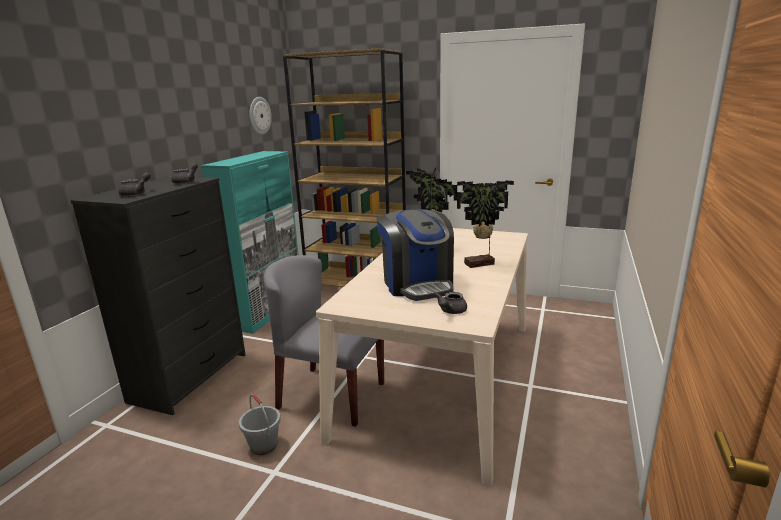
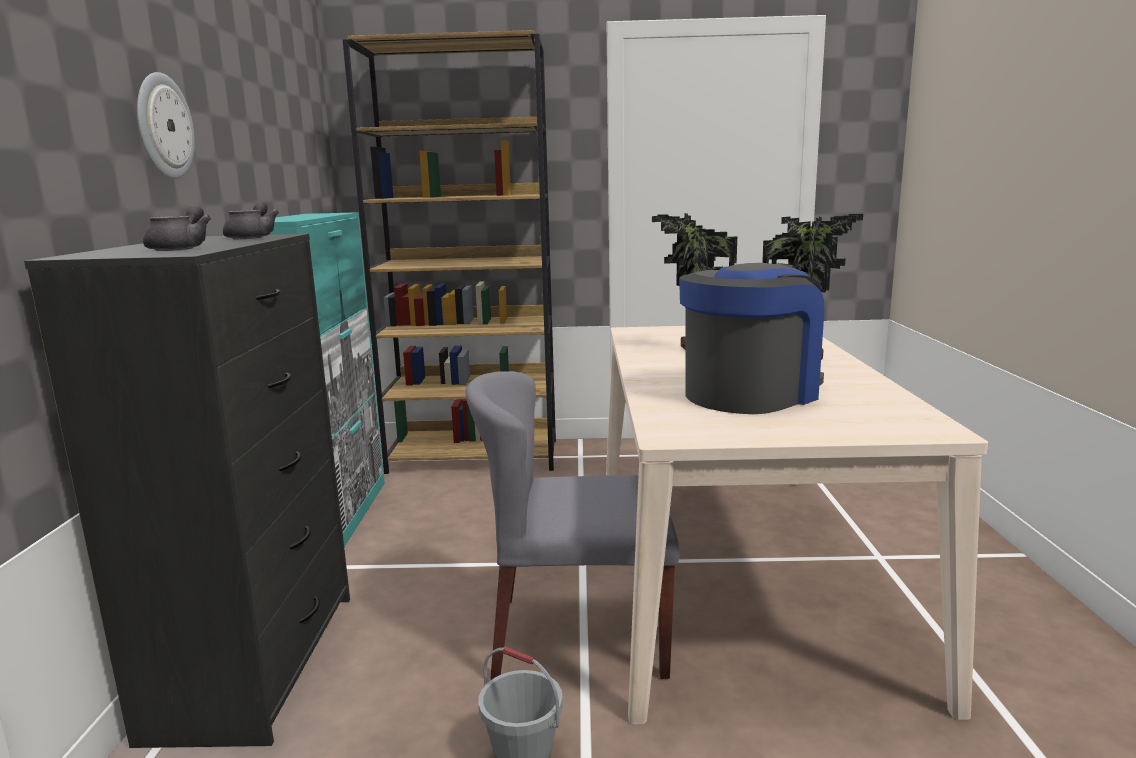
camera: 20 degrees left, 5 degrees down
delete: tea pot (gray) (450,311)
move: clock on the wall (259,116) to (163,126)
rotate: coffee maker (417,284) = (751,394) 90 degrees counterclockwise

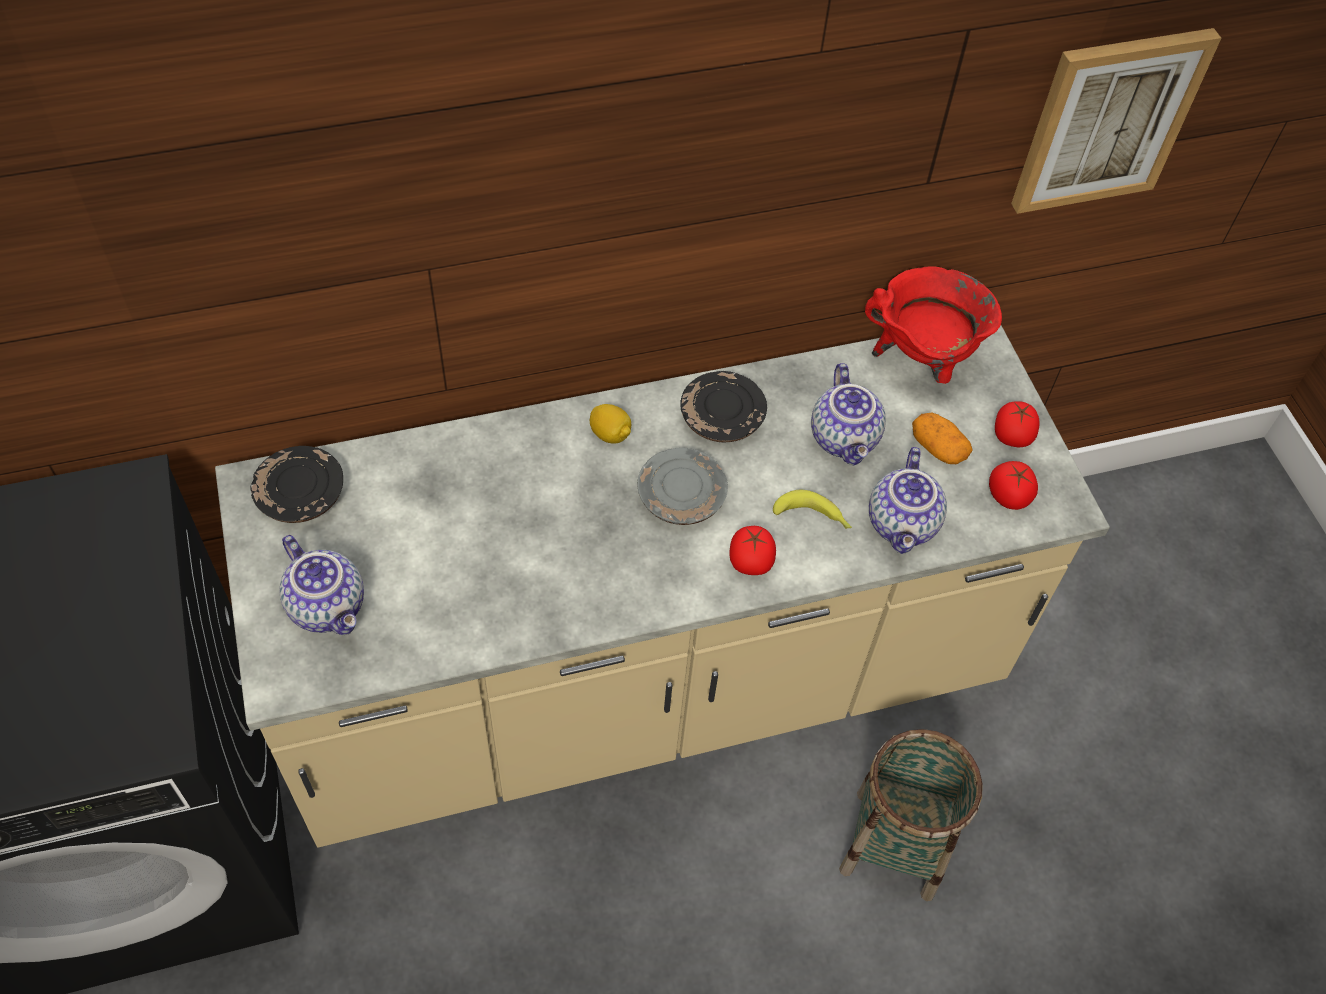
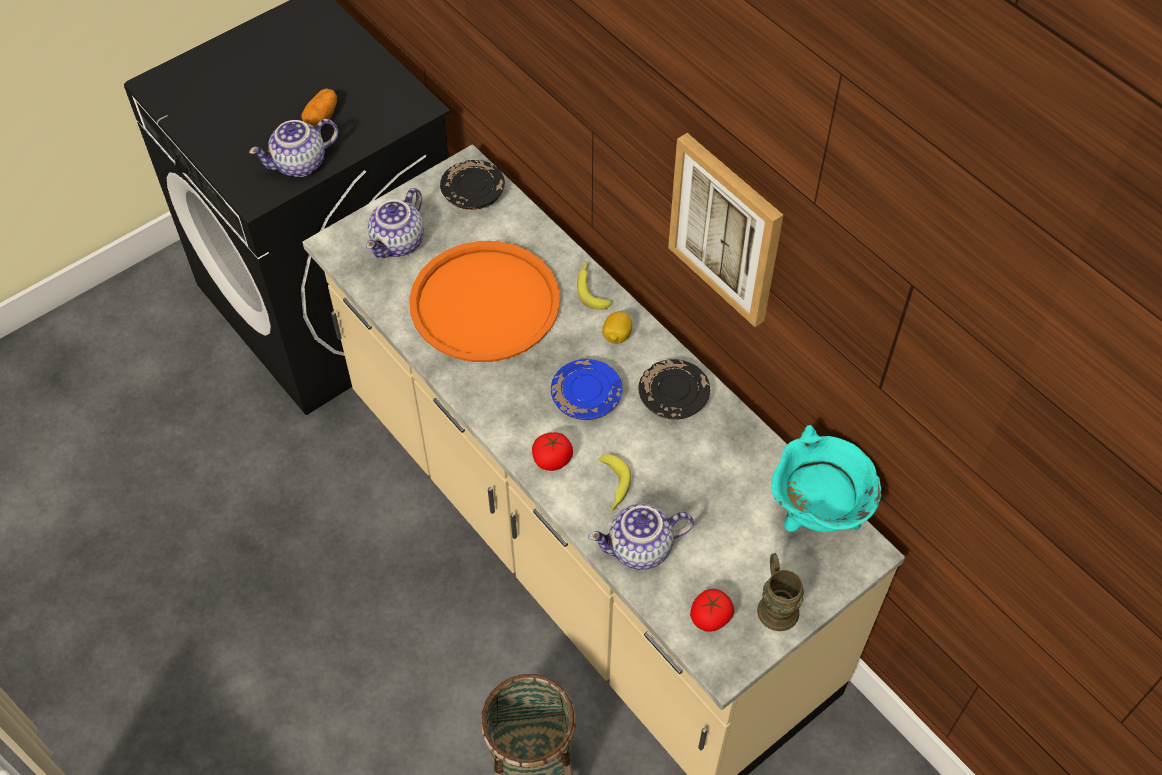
camera: 70 degrees right, 0 degrees up
insert: carrying tray (orange) (485,302); whole banana (591,288)
move: tea pot (846,438) to (300,165); potato (937,448) to (322,116); wall art (1107,120) to (726,229)
replace: fresh tomato (1012,436) to tea mug (brown) (775,604)
recolor: dinner plate (gray) (681,496) to dinner plate (blue-coloured) (586,398); saucepot (reddish) (922,360) to saucepot (turquoise) (816,515)

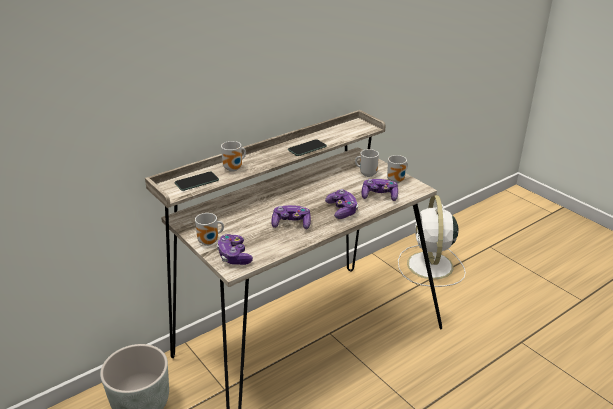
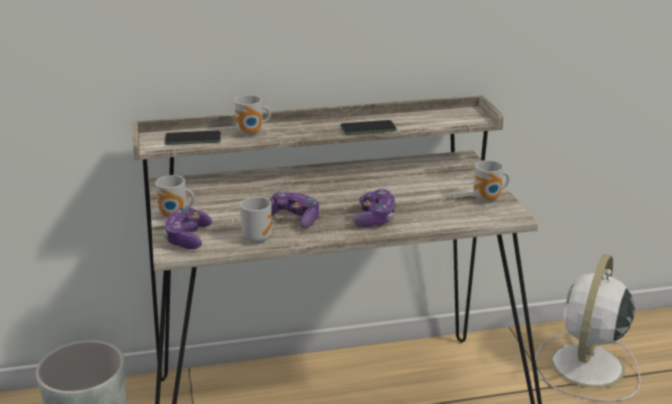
camera: 25 degrees right, 5 degrees down
delete: joypad (379,196)
move: tea mug (367,174) to (257,238)

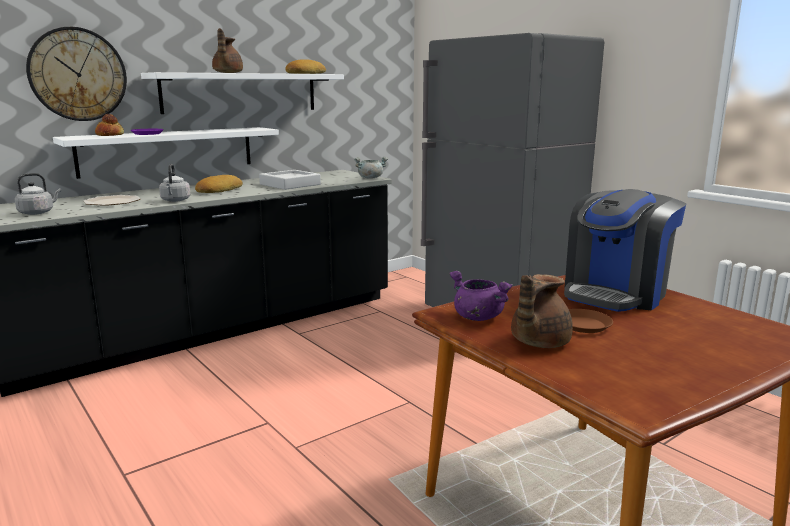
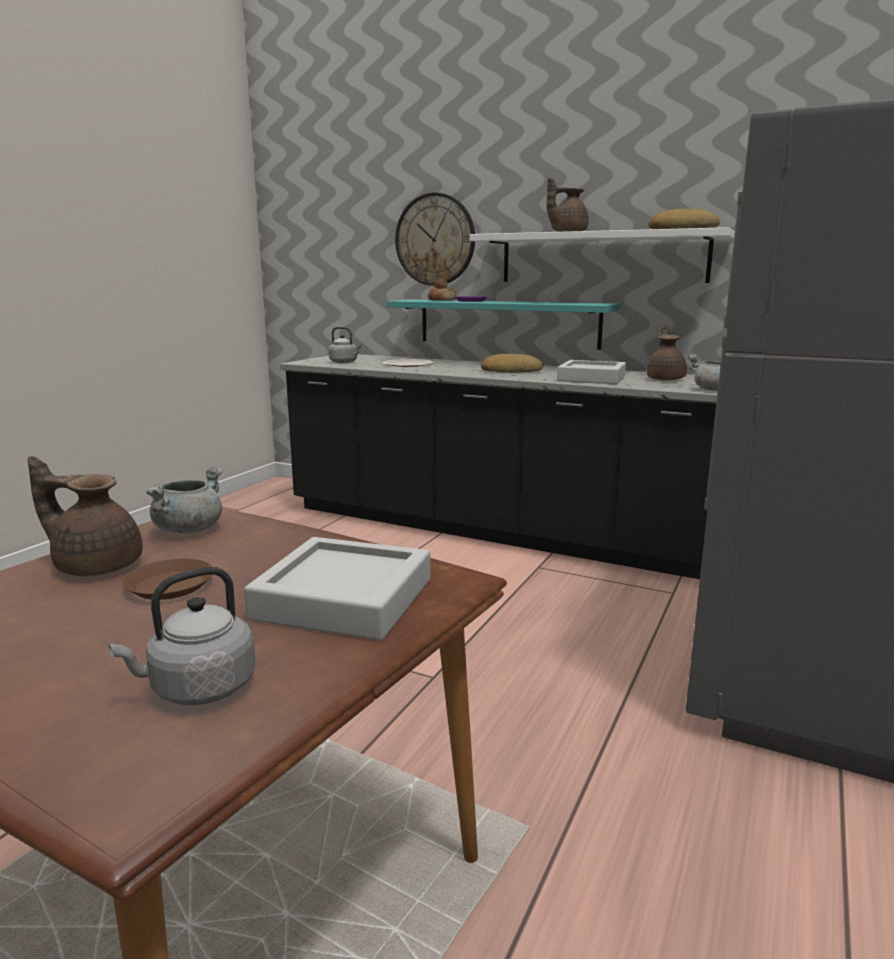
camera: 65 degrees right, 0 degrees up
insert: tea pot (brown) (665,379)
move: kettle (gray) (175,200) to (198,689)
replace: coffee maker (616,293) to carrying tray (gray) (344,599)
recolor: shelf (white) (168,151) to shelf (turquoise) (507,323); saucepot (purple-coloured) (477,317) to saucepot (gray) (188,529)

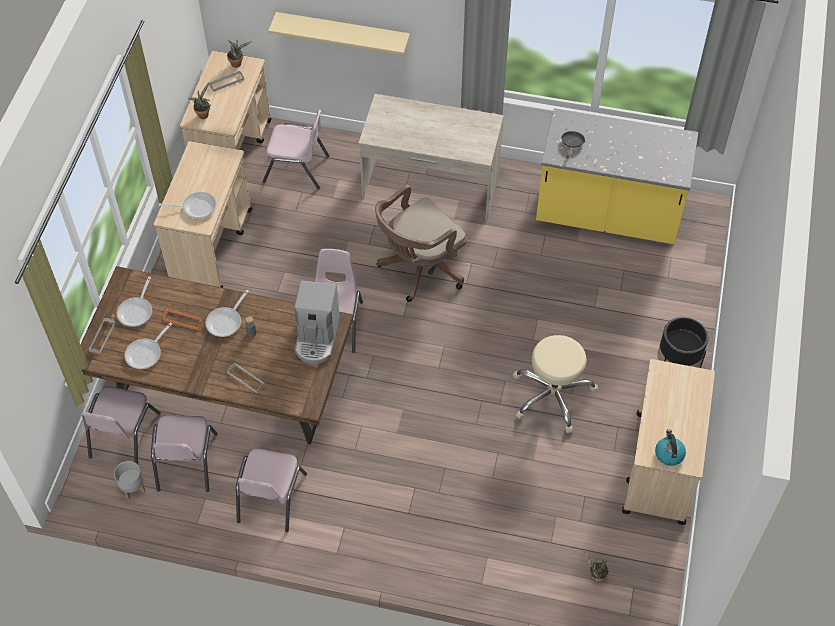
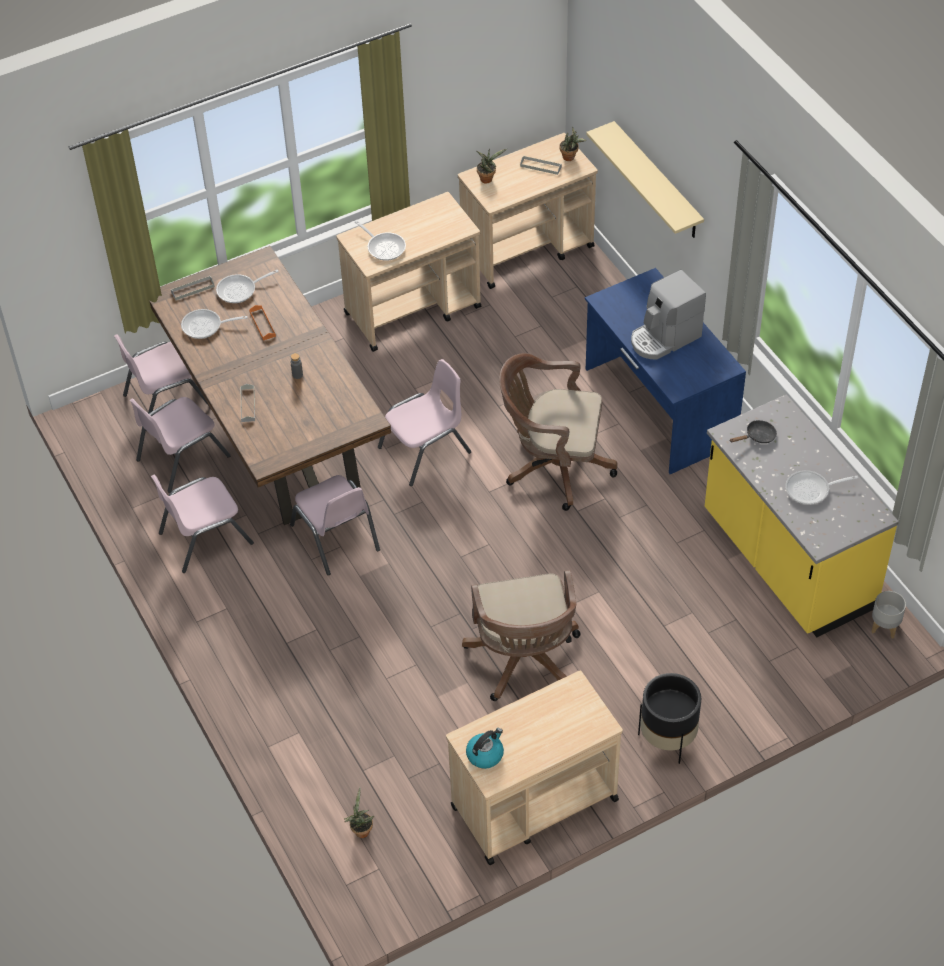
camera: 50 degrees right, 5 degrees down
move: planter (gray) (132,488) to (884,627); frying pan (226,321) to (811,490); plain chair (pink) (297,168) to (335,538); coffee maker (317,337) to (664,338)
replace: stool seat (beige) (552,395) to computer chair (brown) (524,662)
recolor: desk table (beige) (430,185) to desk table (blue-coloured) (658,406)

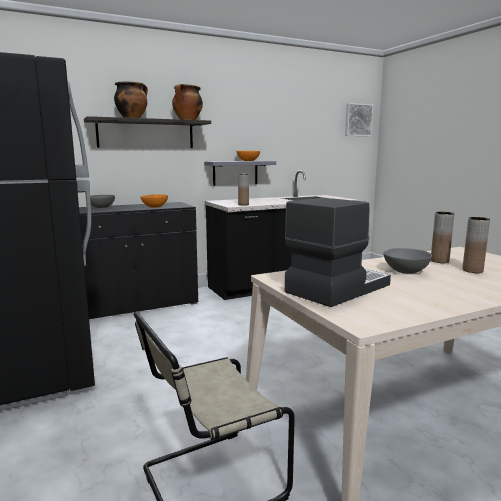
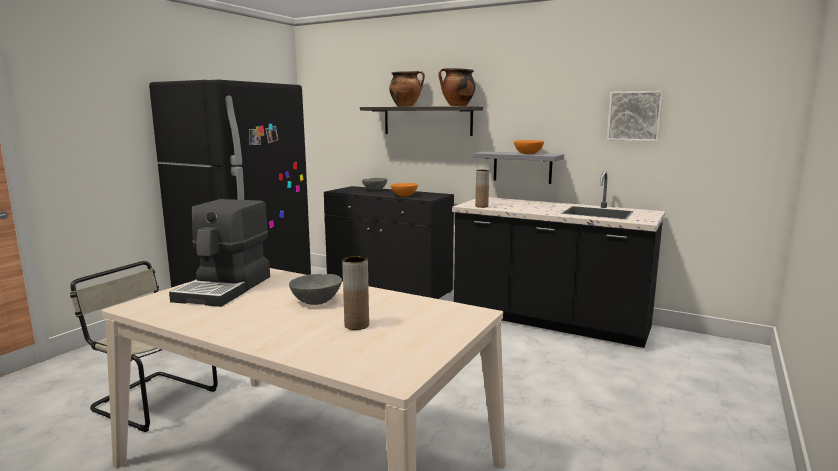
camera: 55 degrees right, 0 degrees up
delete: vase (brown) (439,261)
move: wall art (358,120) to (634,116)
rotate: coffee maker (336,288) = (225,288) 90 degrees clockwise

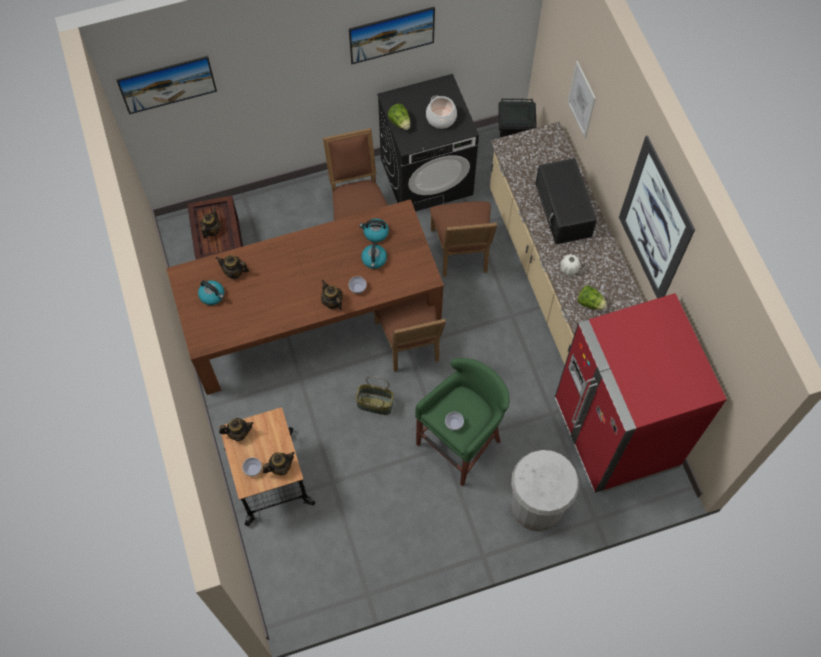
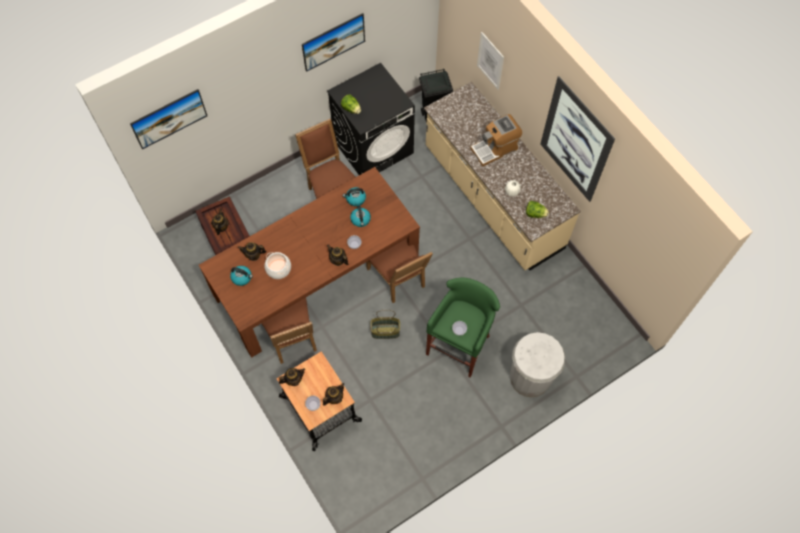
camera: 15 degrees left, 0 degrees up
delete: refrigerator (reddish) (615,434)
move: saucepot (441,118) to (278,269); plain chair (brown) (461,253) to (292,339)
replace: kitchen microwave (black-coloured) (564,210) to coffee maker (495,148)

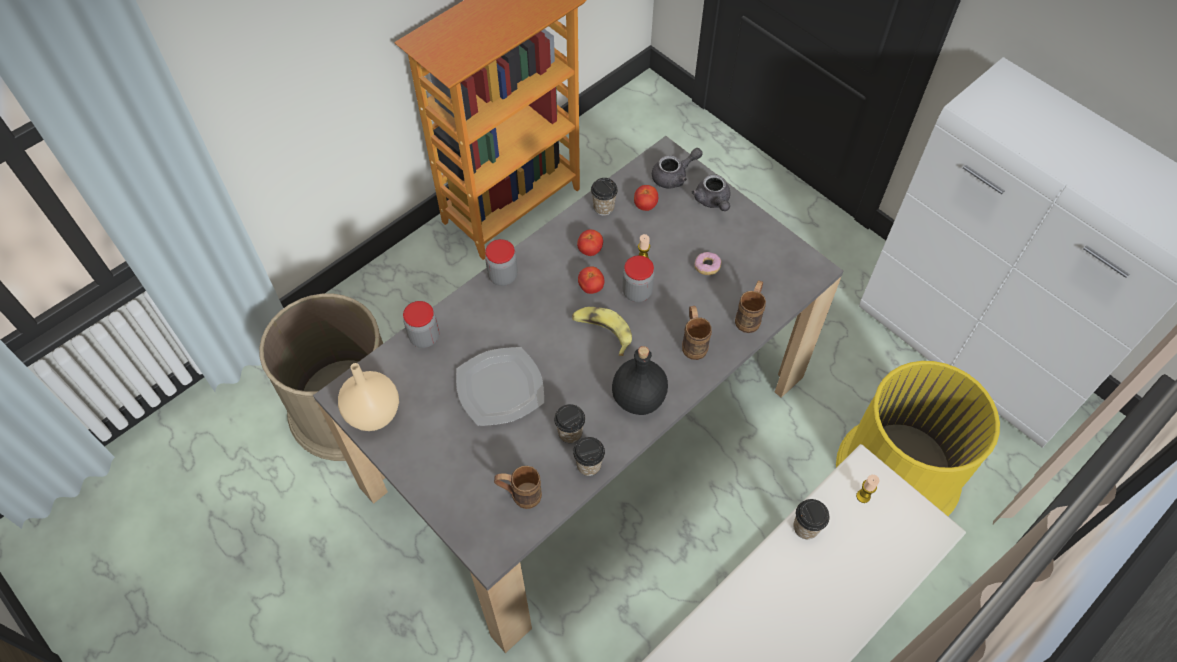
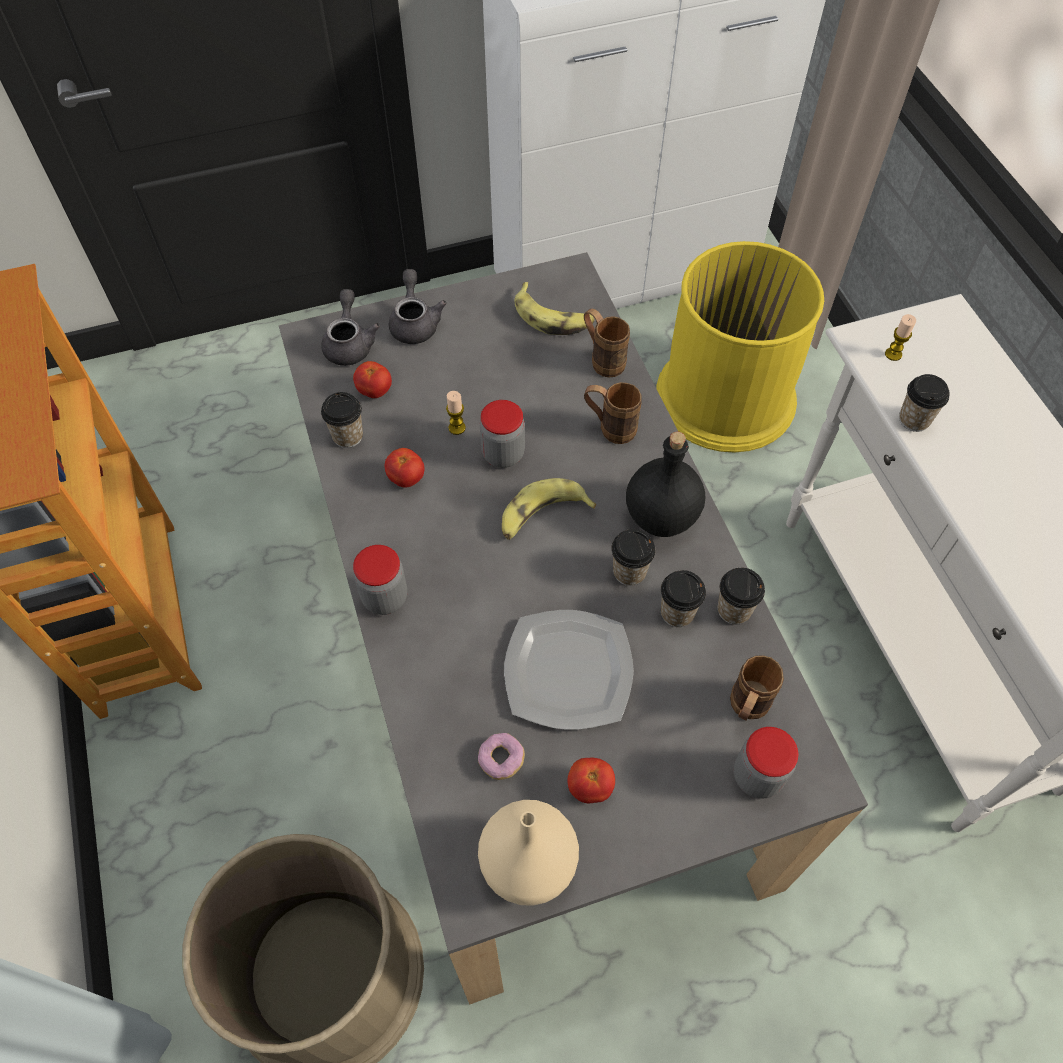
camera: 65 degrees left, 0 degrees up
insert: whole banana (553,317); drinking cup (629,572)
move: storage jar (424,337) to (757,776); fresh tomato (591,287) to (590,787); doughnut (707,267) to (501,759)
rotate: tea pot (gray) (713,201) = (415,322) 105 degrees counterclockwise

